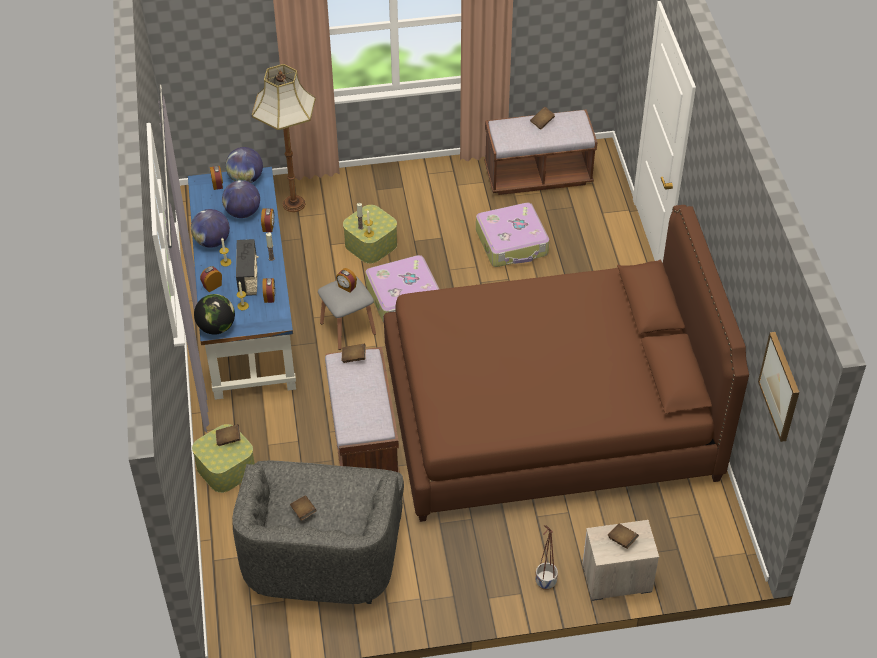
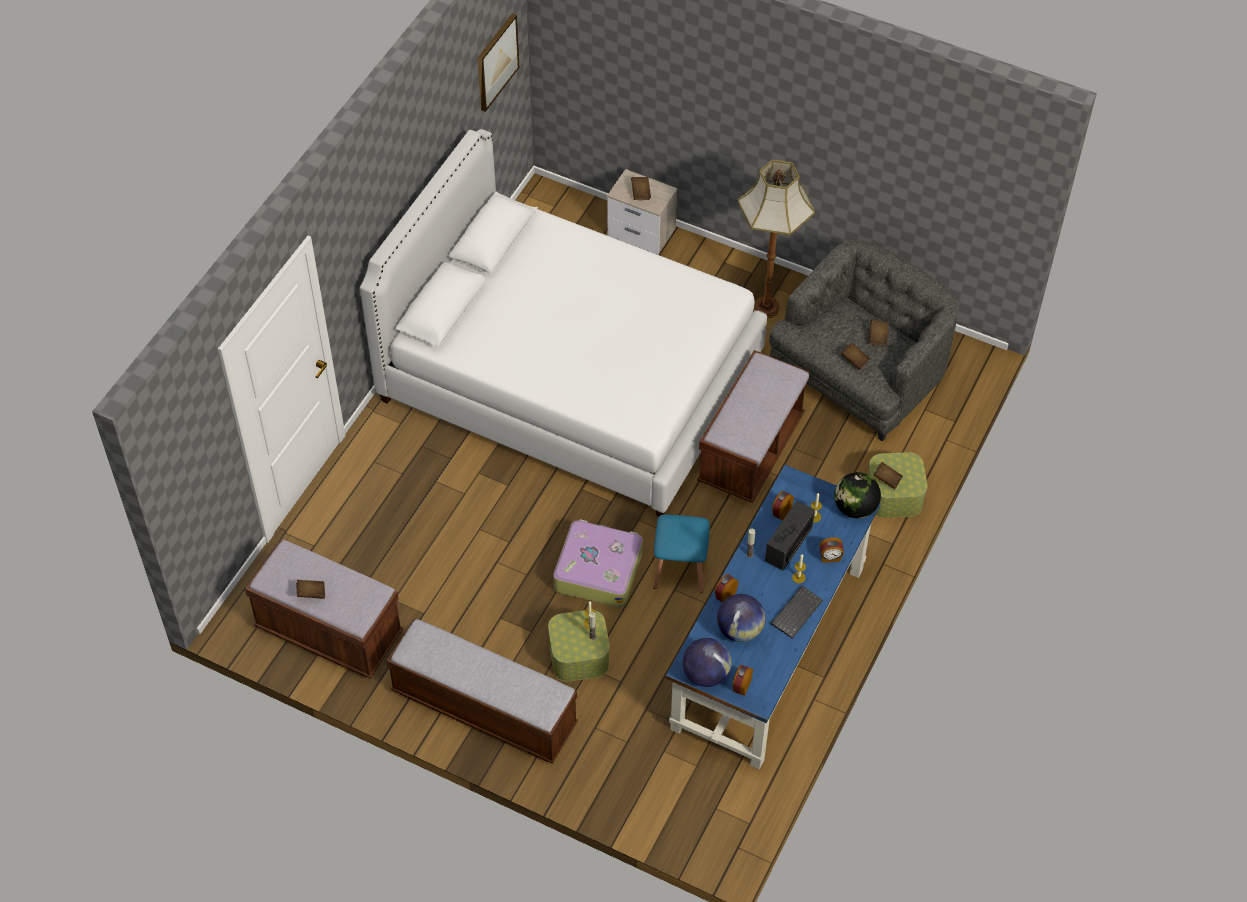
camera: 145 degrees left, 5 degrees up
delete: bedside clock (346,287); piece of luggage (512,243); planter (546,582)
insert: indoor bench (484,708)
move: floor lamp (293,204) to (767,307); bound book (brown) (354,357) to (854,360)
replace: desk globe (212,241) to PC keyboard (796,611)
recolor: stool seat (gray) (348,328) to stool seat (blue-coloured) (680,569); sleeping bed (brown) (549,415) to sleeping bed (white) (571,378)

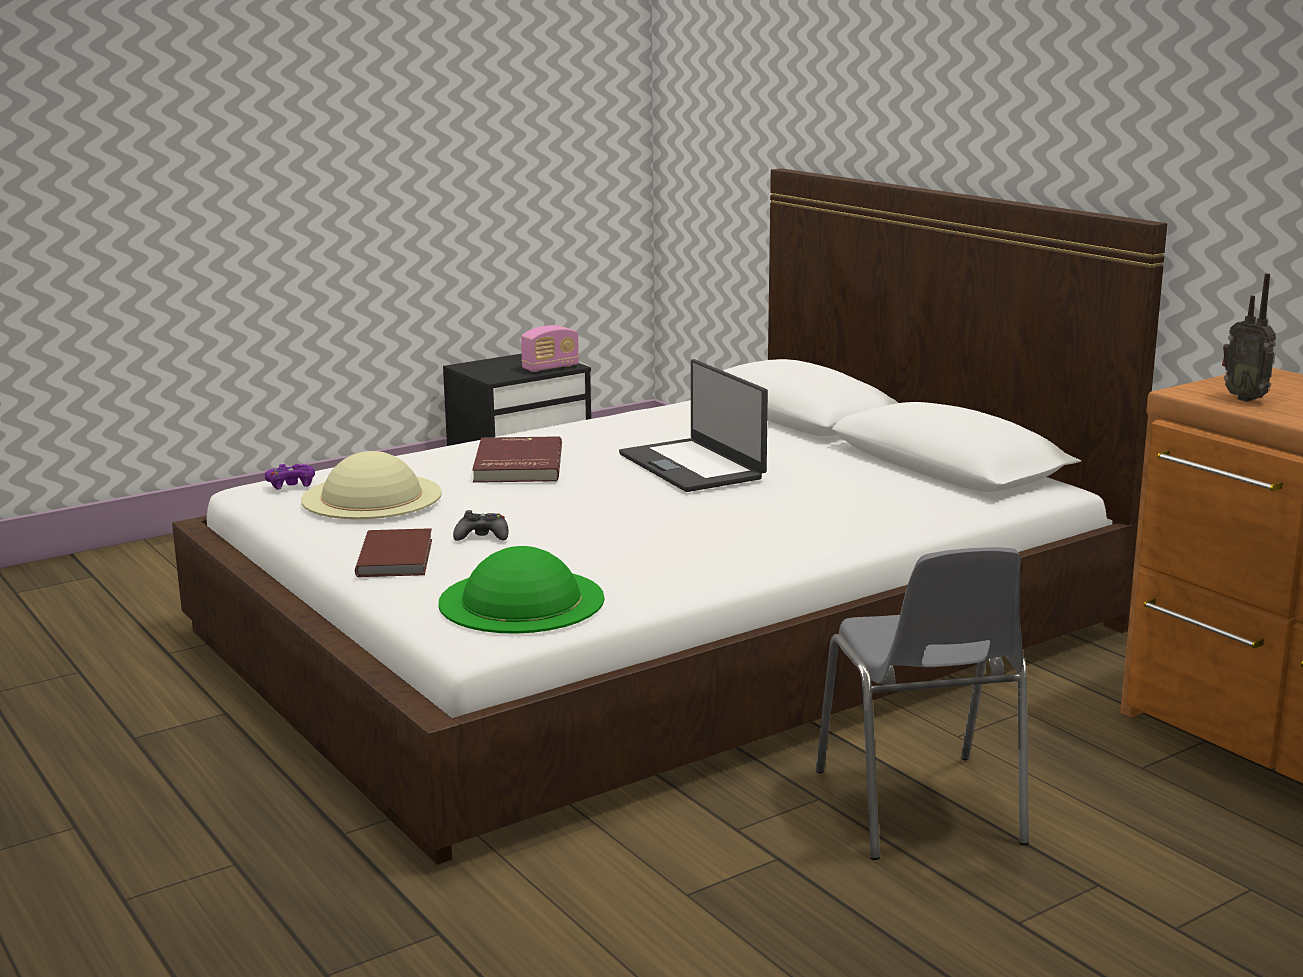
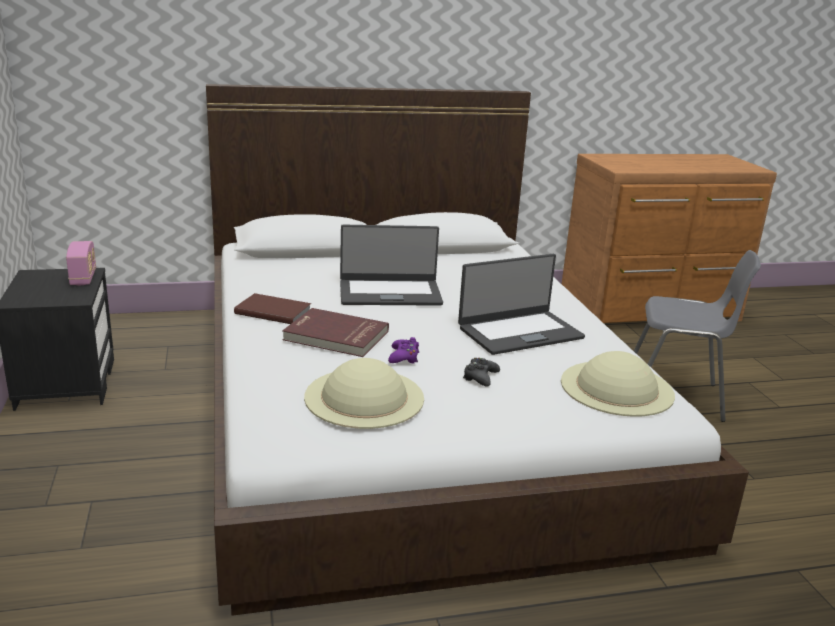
camera: 70 degrees left, 5 degrees up
delete: radio set (1246,398)
insert: notebook computer (519,332)
move: joypad (purple-coloured) (291,484) to (404,357); bound book (brown) (398,557) to (273,311)
recolor: wearable hat (greenish) (521,600) to wearable hat (beige) (617,388)

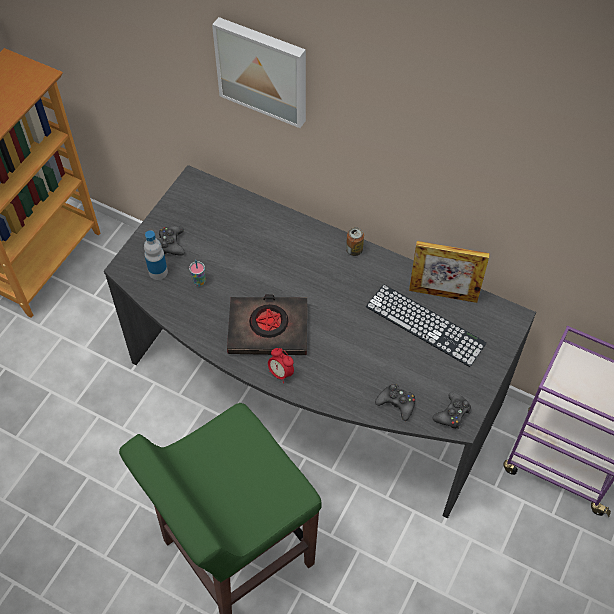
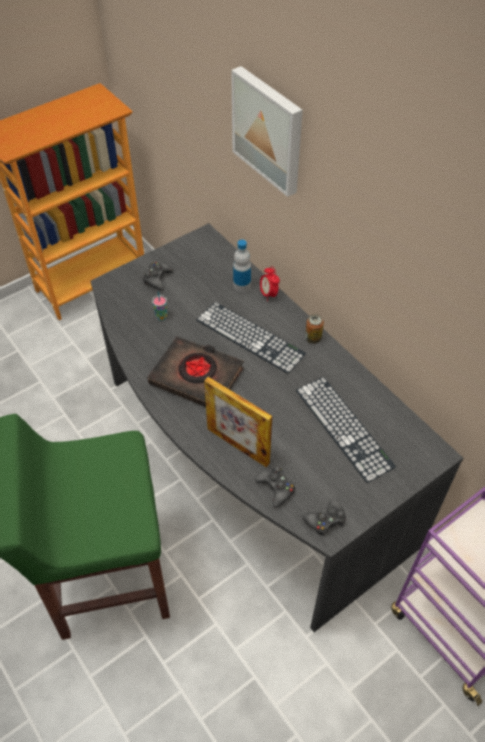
camera: 25 degrees right, 5 degrees down
insert: PC keyboard (250,337)
move: beverage bottle (158,272) to (242,286); bedside clock (280,373) to (268,294); picture frame (443,294) to (238,446)

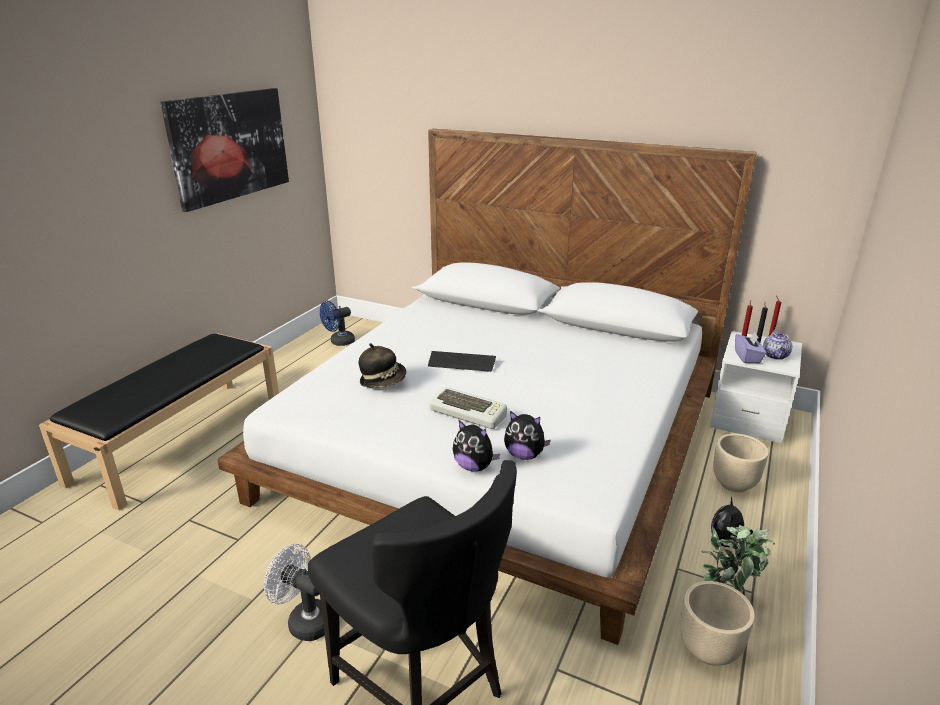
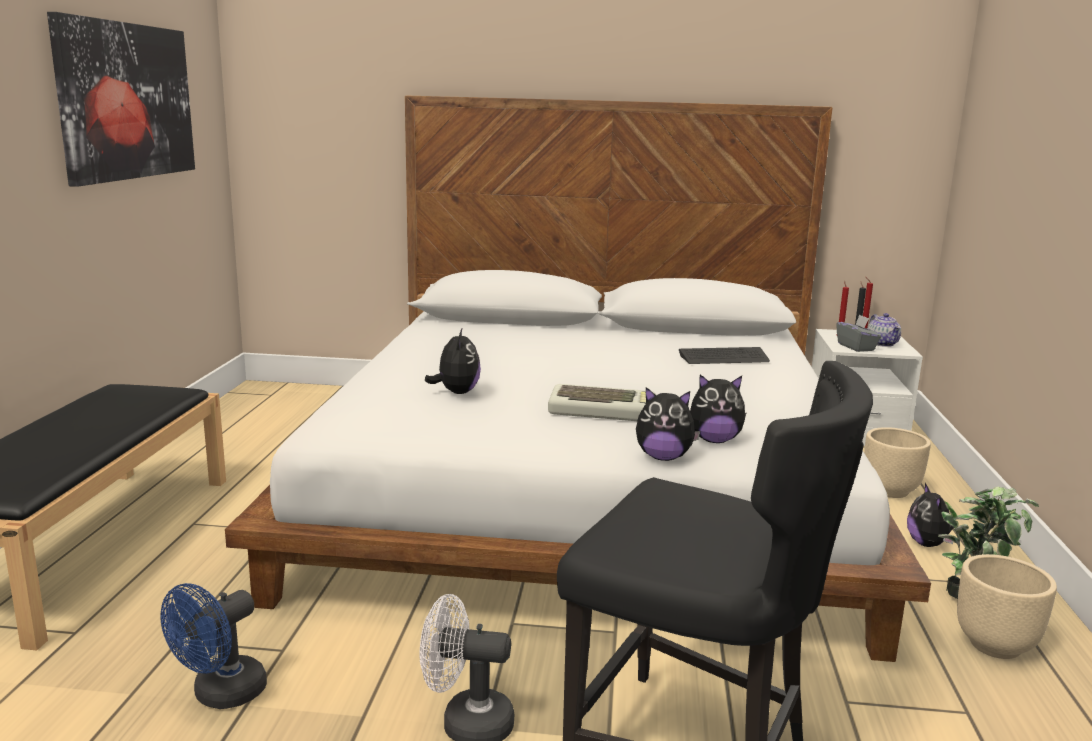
camera: 20 degrees left, 10 degrees down
move: fan (blue-coloured) (339,342) to (221,695); PC keyboard (461,363) to (723,358)
replace: wearable hat (383,381) to cuddly toy (456,392)
recolor: tissue holder (purple-coloured) (747,357) to tissue holder (gray) (856,347)

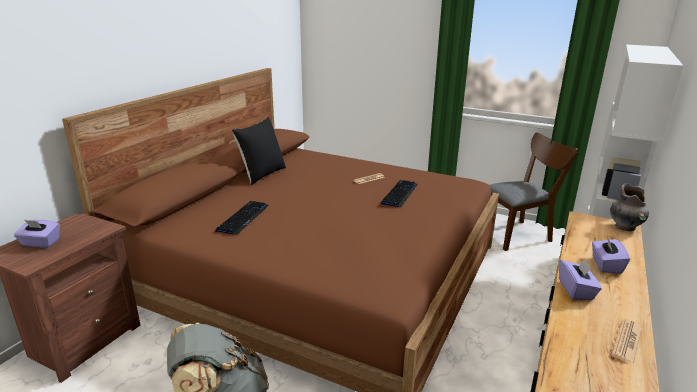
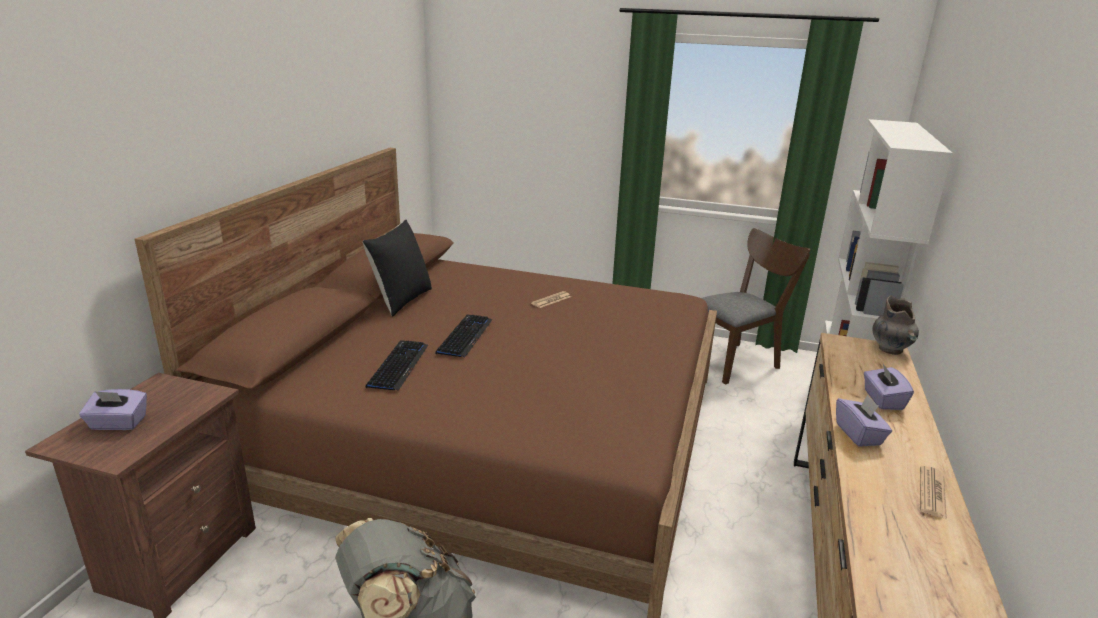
camera: 10 degrees left, 0 degrees up
move: PC keyboard (399,194) to (465,336)

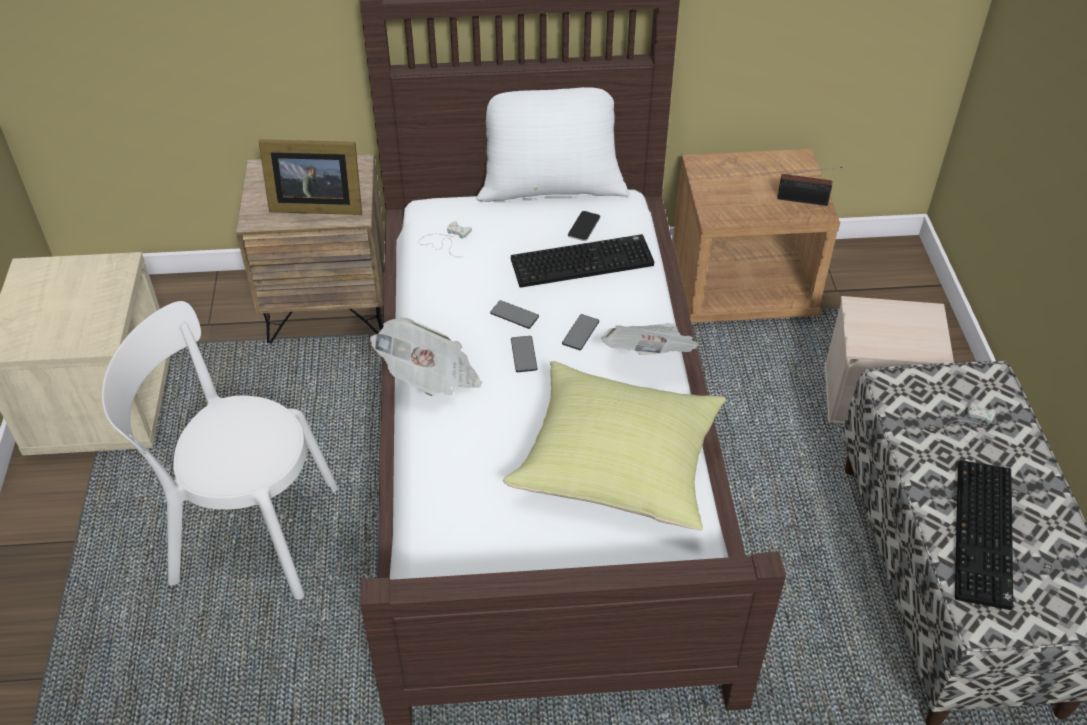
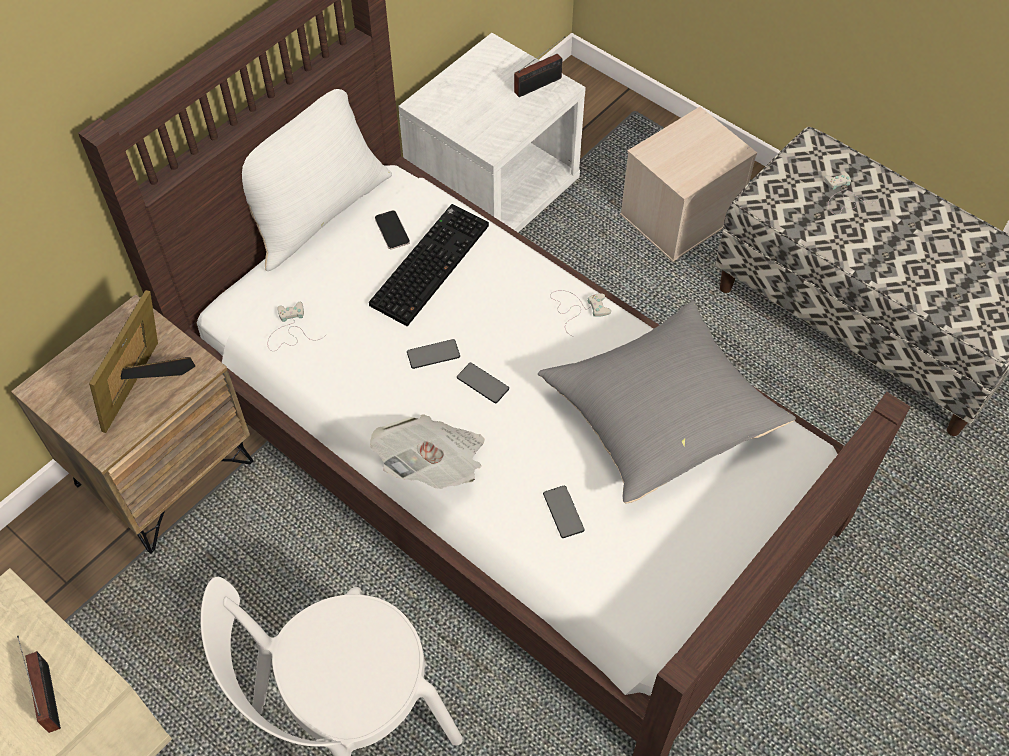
camera: 45 degrees left, 10 degrees up
delete: PC keyboard (986,535)
insert: radio set (48,693)
move: phone (580,333) to (563,512)
replace: printed paper (650,356) to joypad (white) (577,308)
recolor: pillow (yellowish) (619,465) to pillow (gray) (660,417); night table (brown) (742,286) to night table (white) (493,192)
rotate: picture frame (314,205) = (145,387) 150 degrees clockwise

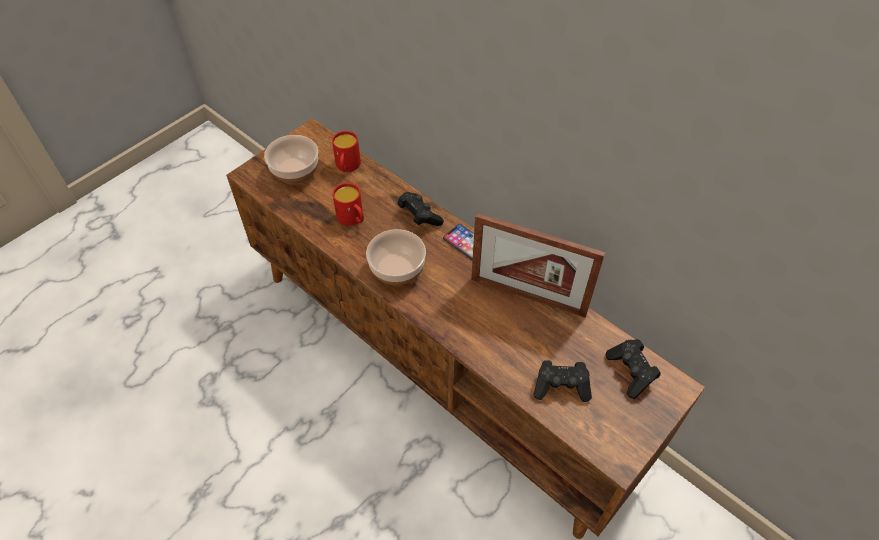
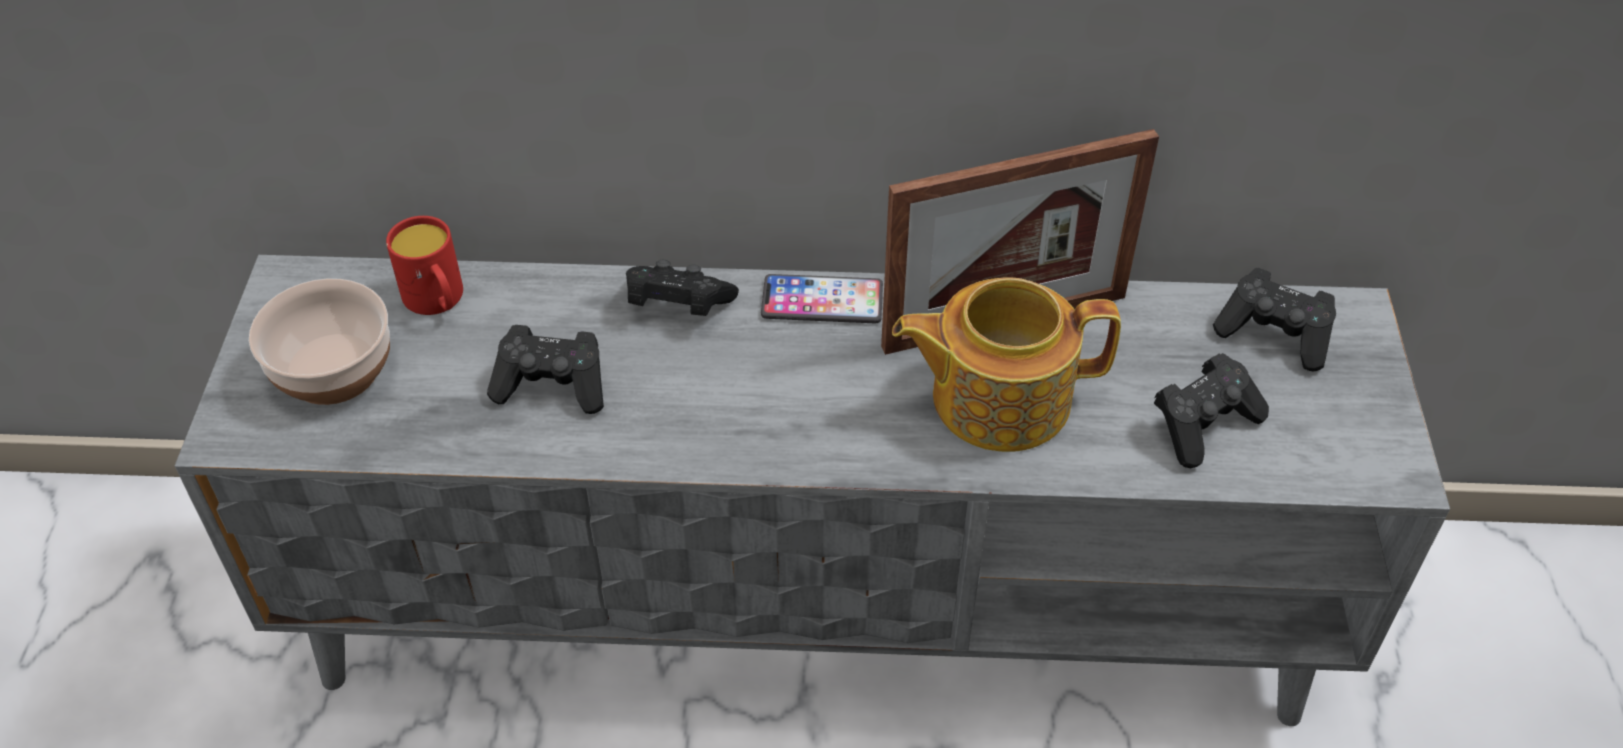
camera: 40 degrees left, 5 degrees down
delete: bowl (396,269)
insert: tea pot (997,397)
replace: tea mug (reddish) (353,219) to joypad (black-coloured) (553,386)
recolor: tv stand (brown) (441,363) to tv stand (gray) (815,610)

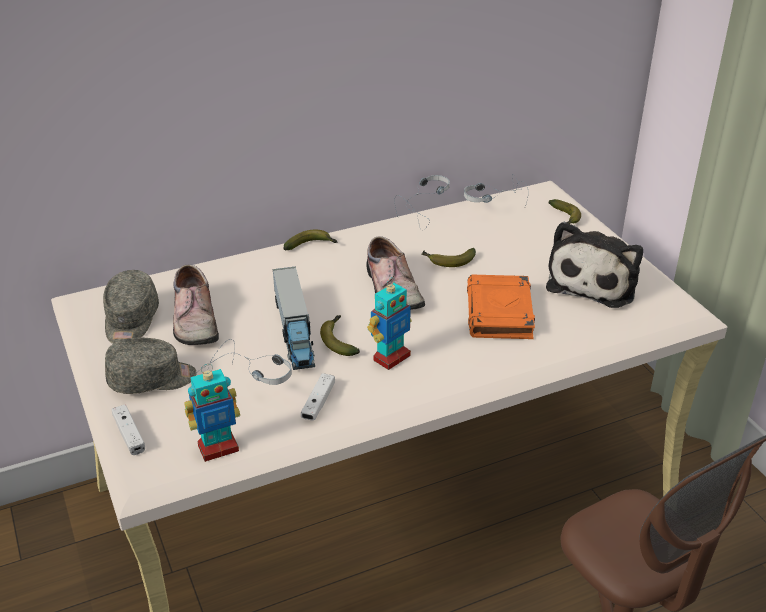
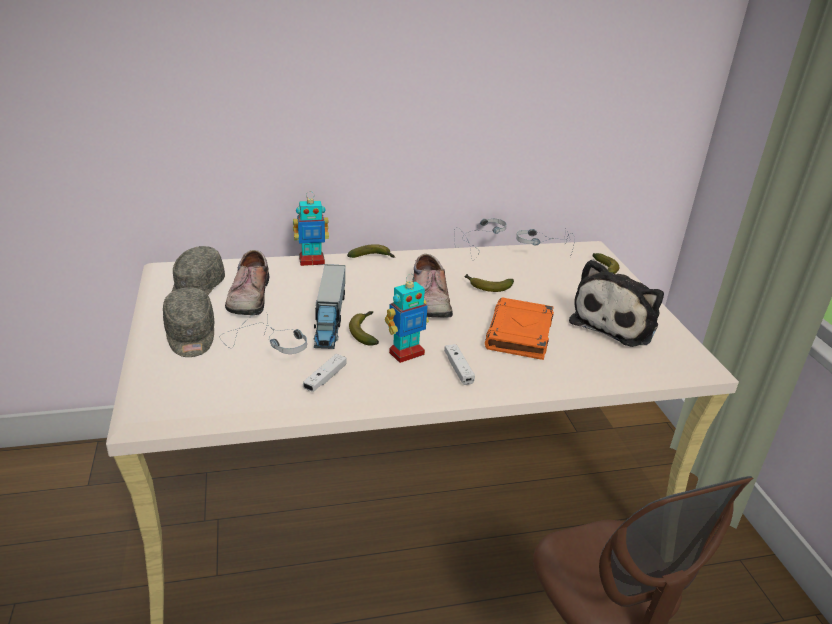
camera: 10 degrees right, 5 degrees down
move: joypad (white) (129,435) to (458,369); model robot (218,448) to (311,261)
rotate: peaked cap (gray) (152,379) = (190,335) 75 degrees clockwise

